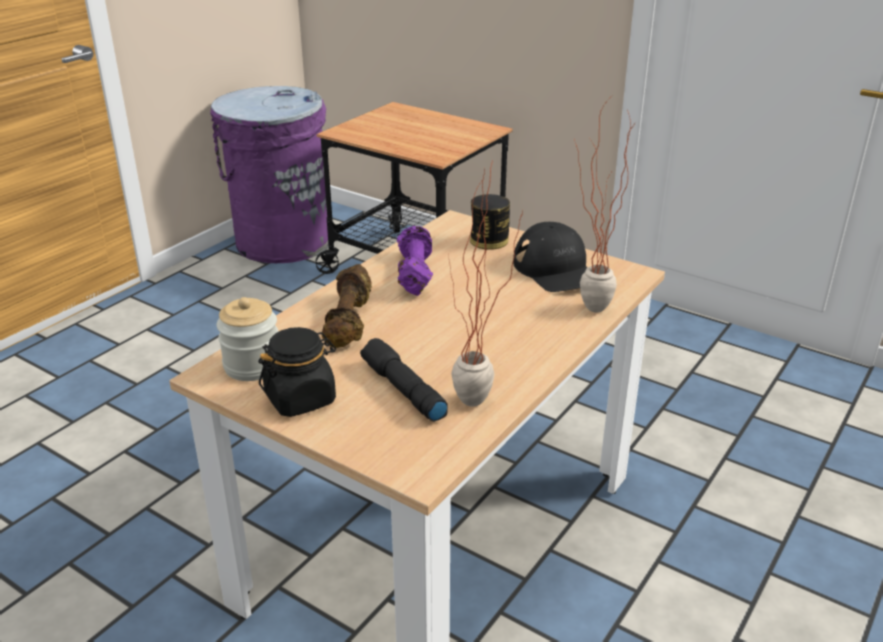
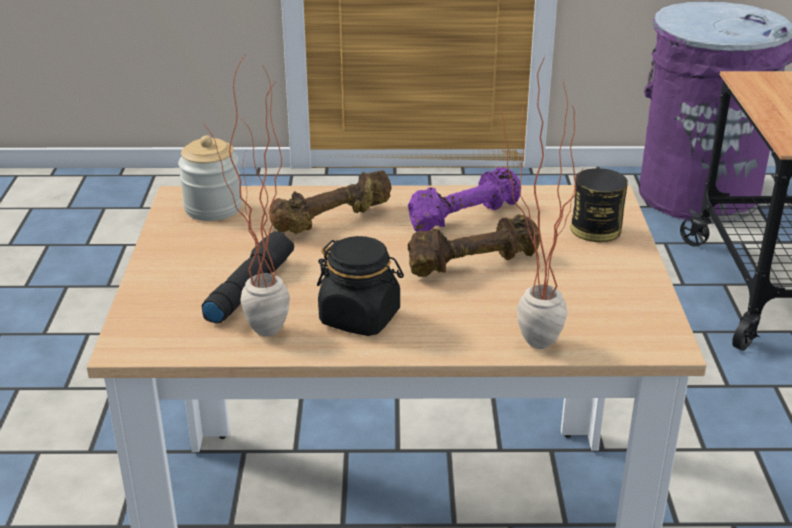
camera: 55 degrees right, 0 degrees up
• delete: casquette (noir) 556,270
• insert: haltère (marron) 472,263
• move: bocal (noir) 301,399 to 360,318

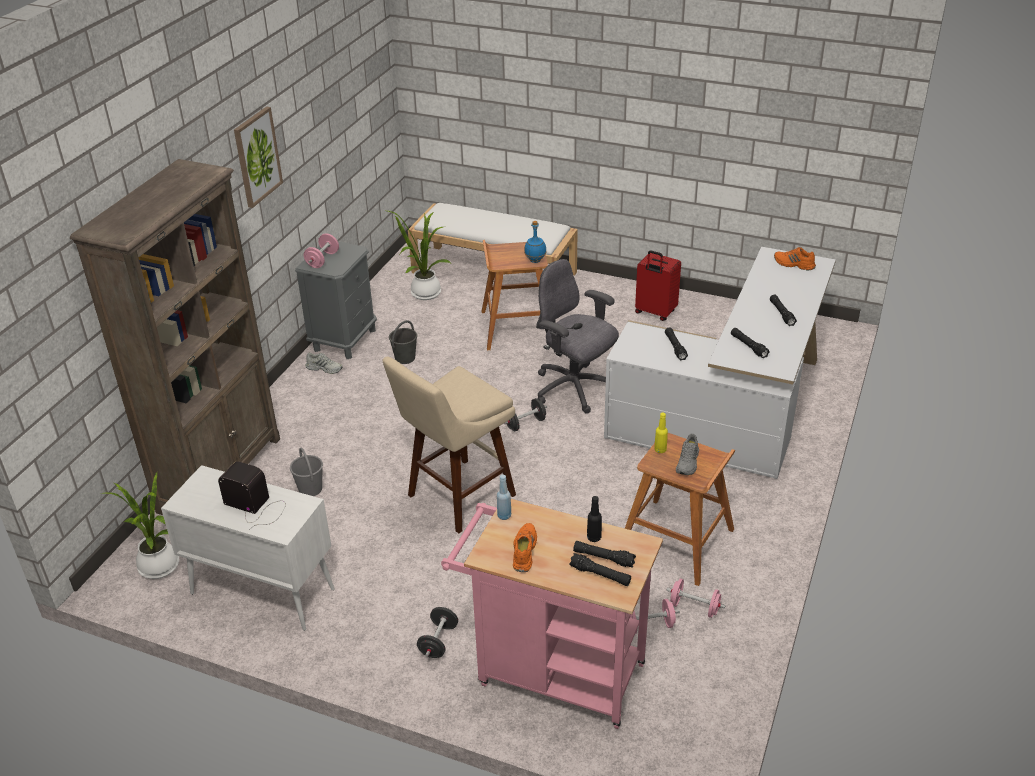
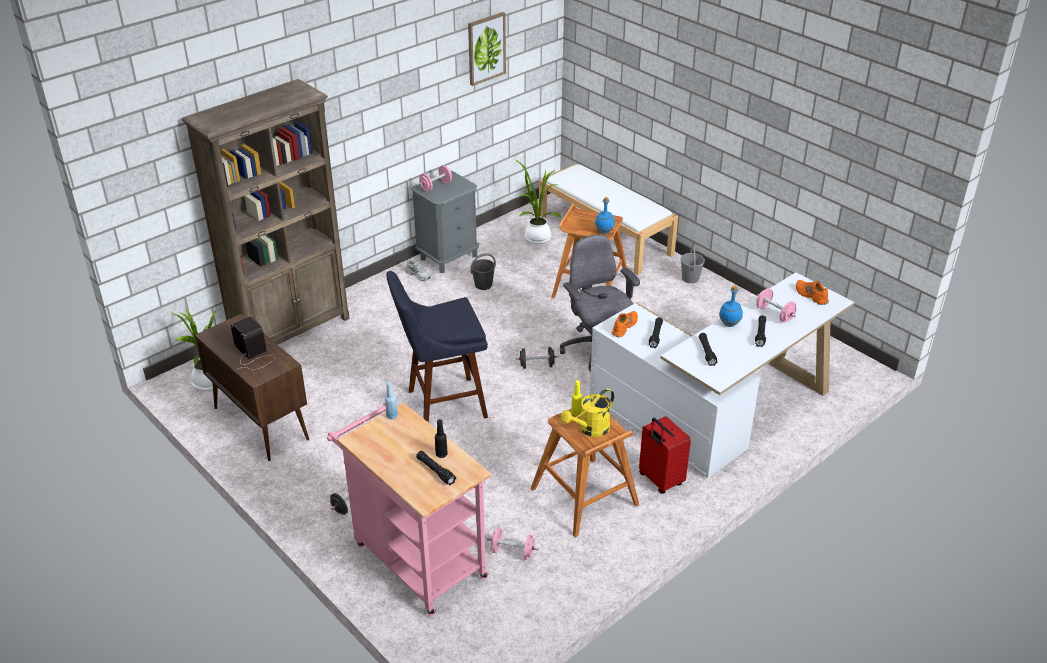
camera: 25 degrees right, 0 degrees up
• delete: lampe de poche (noir) 600,575
• insert: bouteille (bleu) 729,324
• move: tableau 257,156 to 486,48
• move: seau (gris) 310,489 to 690,278
• move: chaussure (orange) 523,551 to 624,326
• move: valise (rouge) 655,312 to 660,480
• move: haltère (rose) 694,607 to 774,314
• replace: chaussure (gris) 688,462 to arrosoir (jaune) 590,429
• recolor: meuble de rangement (blanc) 261,591 to meuble de rangement (marron) 260,423
• recolor: tabouret (beige) 456,498 to tabouret (bleu) 441,405

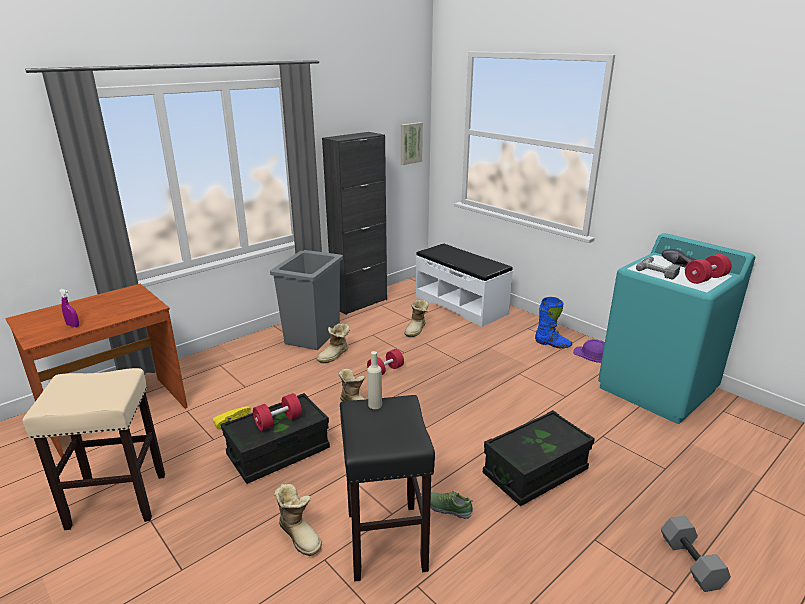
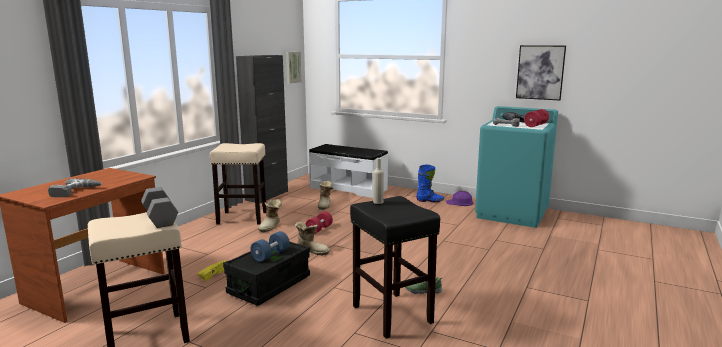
camera: 20 degrees left, 10 degrees down
• delete: botte 300,535
• delete: boîte de rangement (noir) 535,472
• insert: tableau 540,72
• move: haltère (gris) 692,563 to 161,218
• replace: vaporisateur (violet) 73,325 to perceuse 76,192
• replace: poubelle (gris) 313,335 to tabouret (beige) 243,218
• recolor: haltère (rouge) 278,421 to haltère (bleu) 270,255

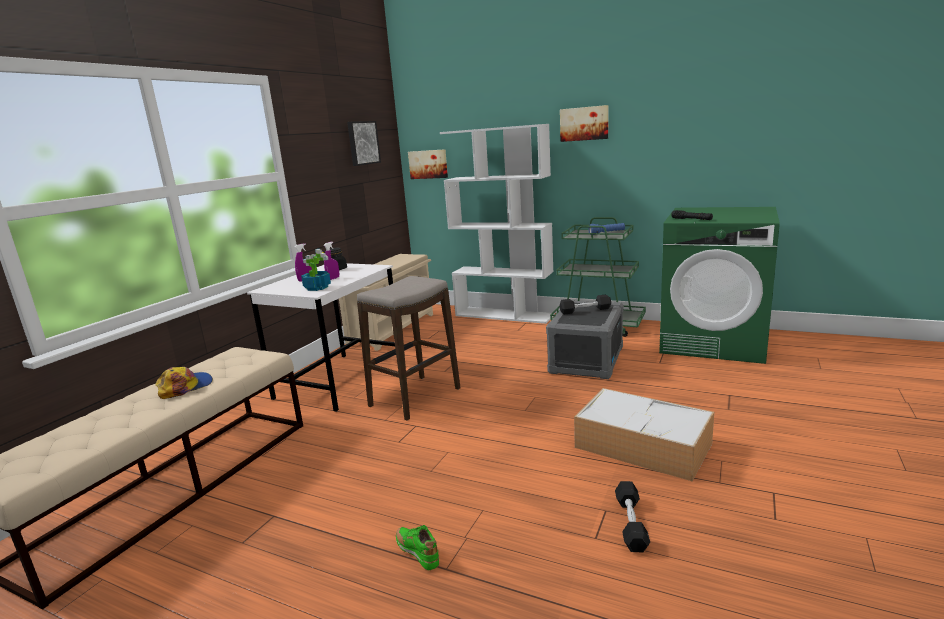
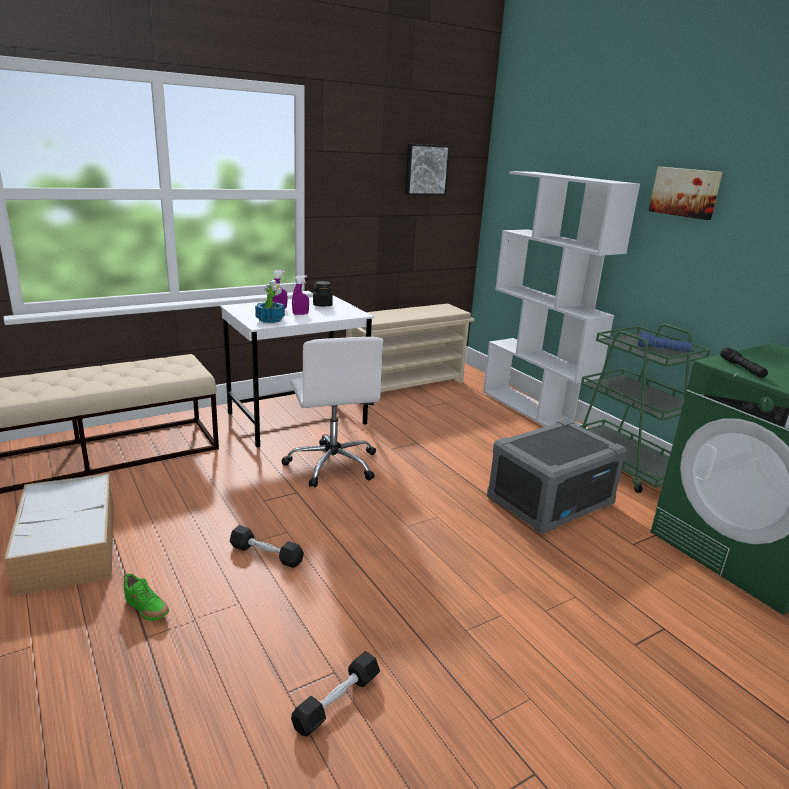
camera: 30 degrees right, 5 degrees up
• delete: casquette 185,387
• delete: tableau 428,164
• move: haltère (noir) 585,310 to 266,554
• move: boîte de rangement 644,445 to 69,546
• replace: tabouret 415,397 to chaise de bureau (blanc) 332,464
• rotate: chaussure (vert) 418,553 = 146,610 135 degrees clockwise

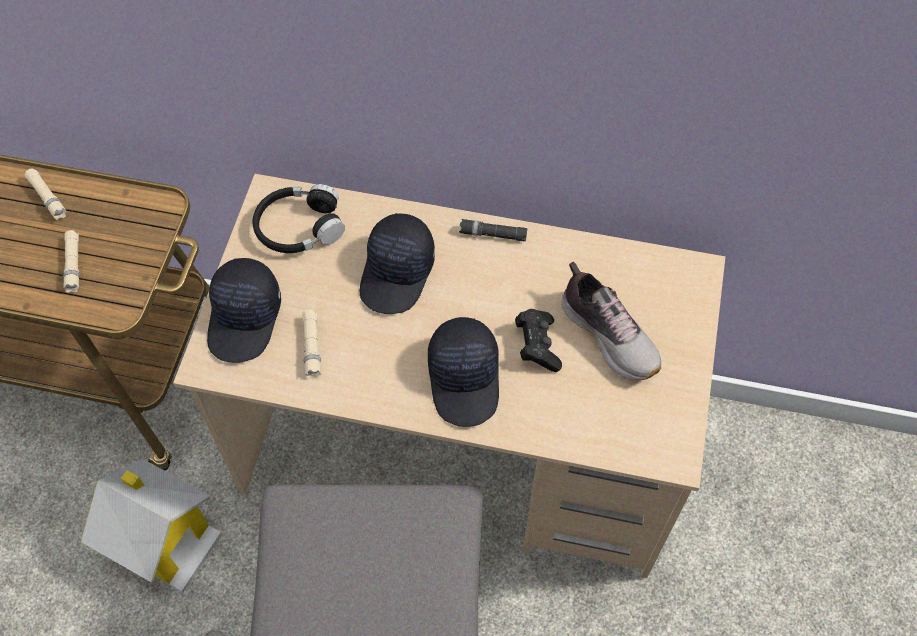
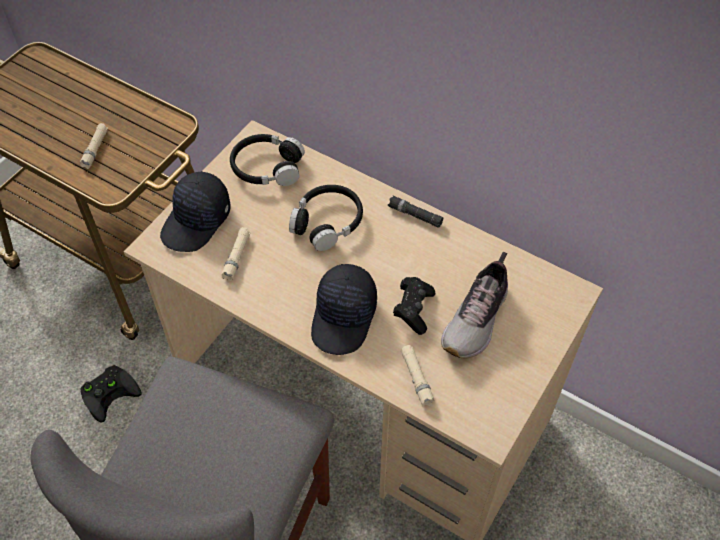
camera: 20 degrees right, 5 degrees down
• move: lampe de poche (beige) 47,197 to 416,378
• replace: maison miniature 165,540 to manette (noir) 110,392
• replace: casquette (noir) 398,273 to casque audio (noir) 327,222
• rotate: chaussure 609,334 = 477,319 45 degrees clockwise

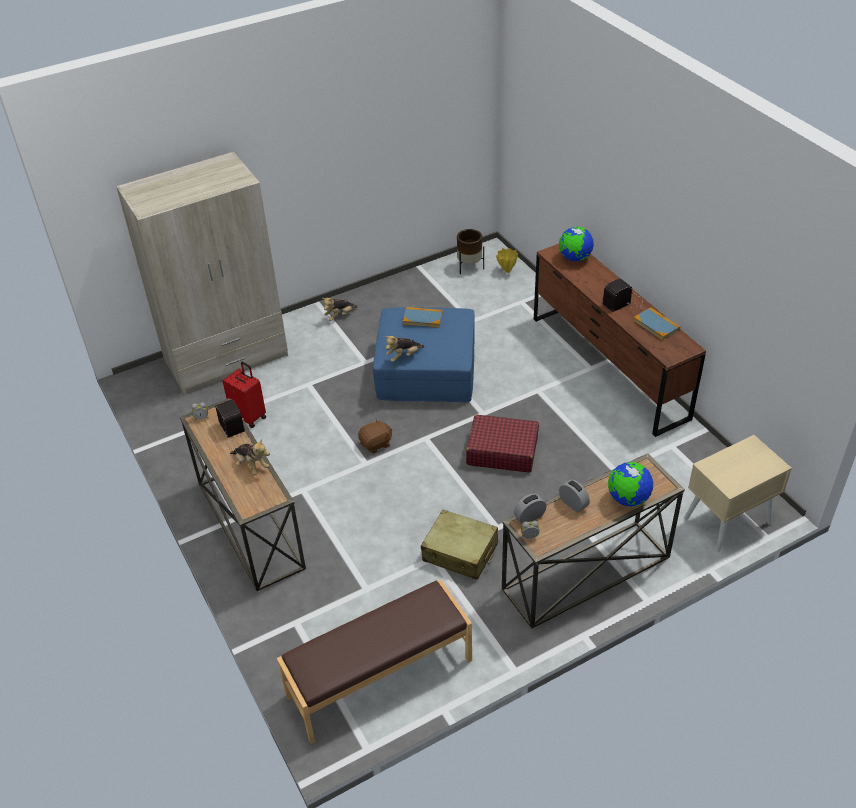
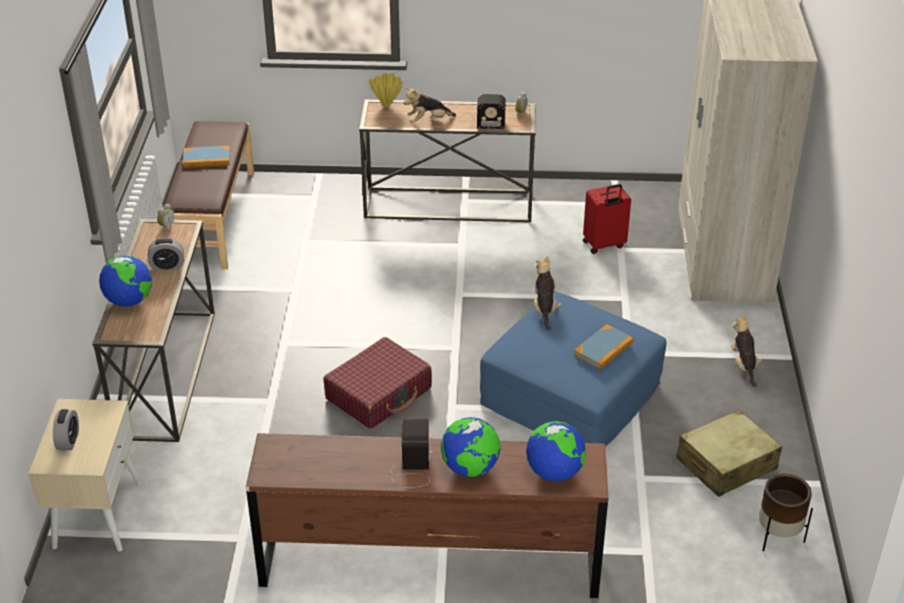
camera: 120 degrees right, 5 degrees down
• delete: peluche (marron) 376,444
• insert: globe 470,468
• move: valise (beige) 460,552 to 726,464
• move: vase (jaune) 507,271 to 387,105
• move: réveil 529,517 to 68,441
• move: livre 656,325 to 207,159

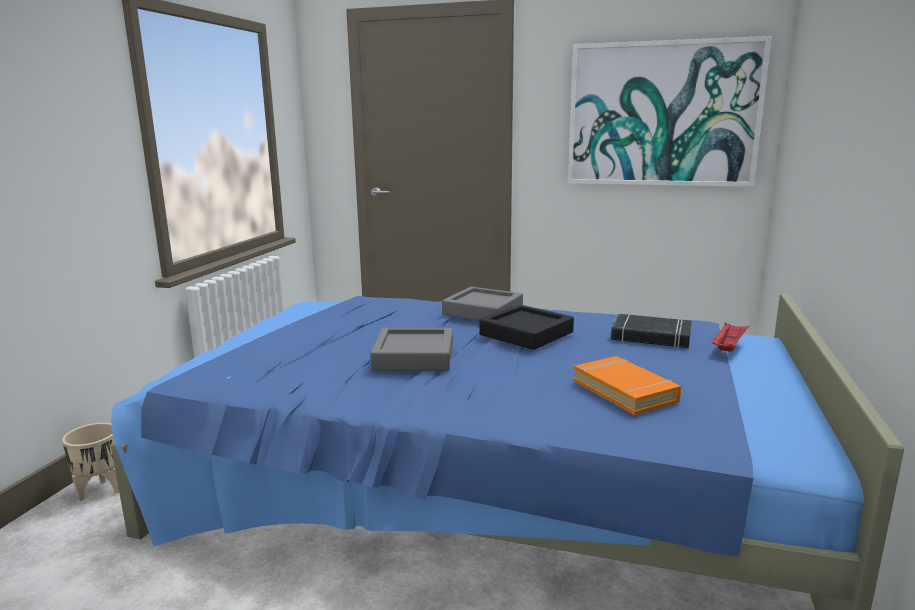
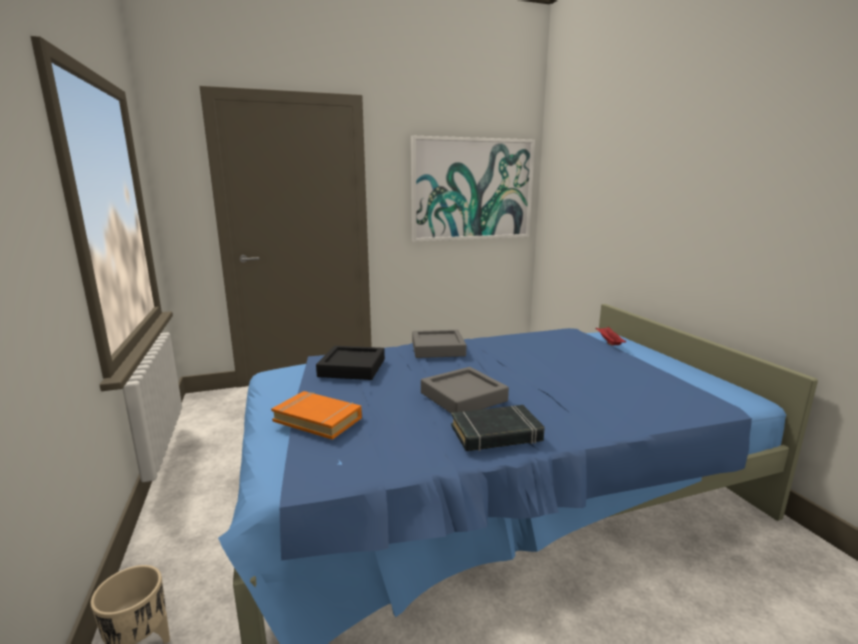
camera: 35 degrees left, 0 degrees up
• move: plateau (noir) 526,333 to 352,368
• move: livre (orange) 625,391 to 318,419
• move: livre (noir) 650,337 to 496,434

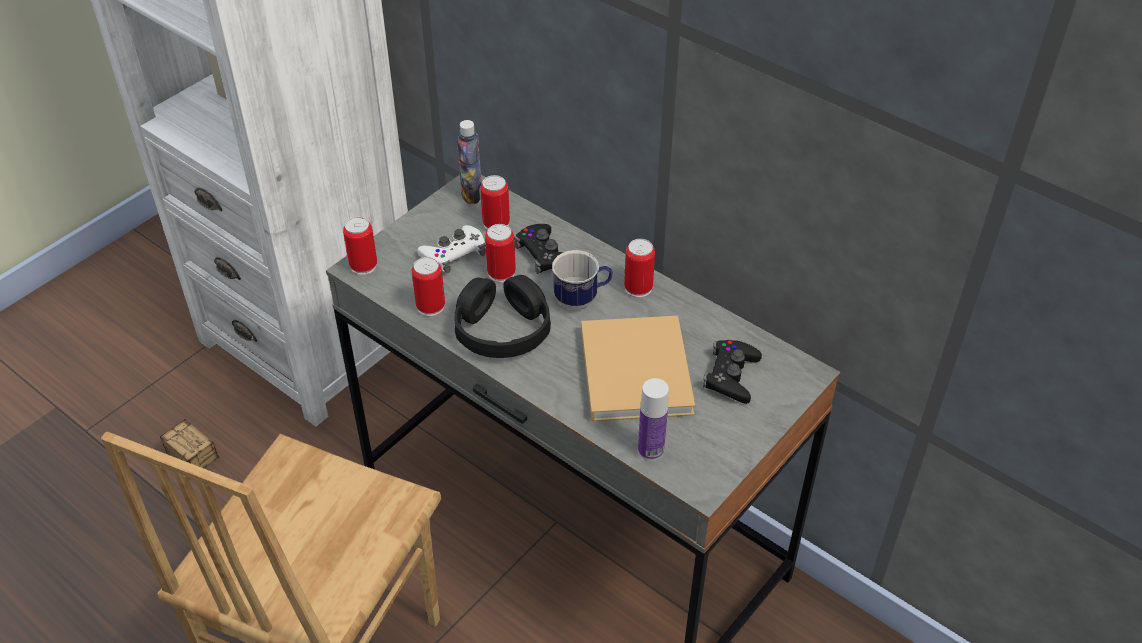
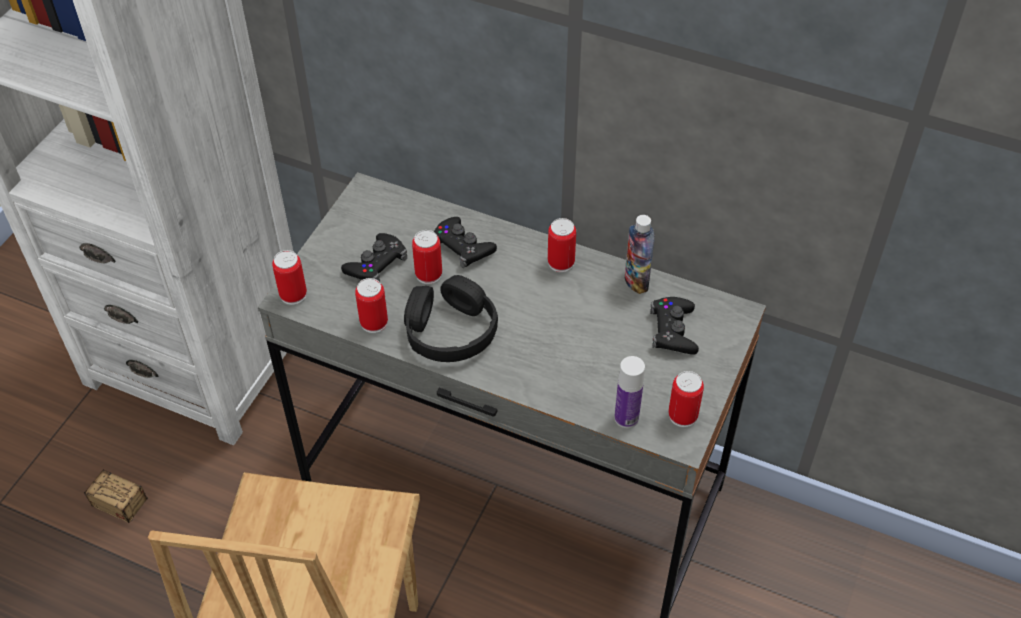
camera: 15 degrees left, 5 degrees up
• delete: mug 582,299
• delete: livre (beige) 635,368
• move: bouteille 471,194 to 636,281
• move: boîte métallique 496,223 to 682,415
• recolor: manette (blanc) 454,254 to manette (noir) 376,264

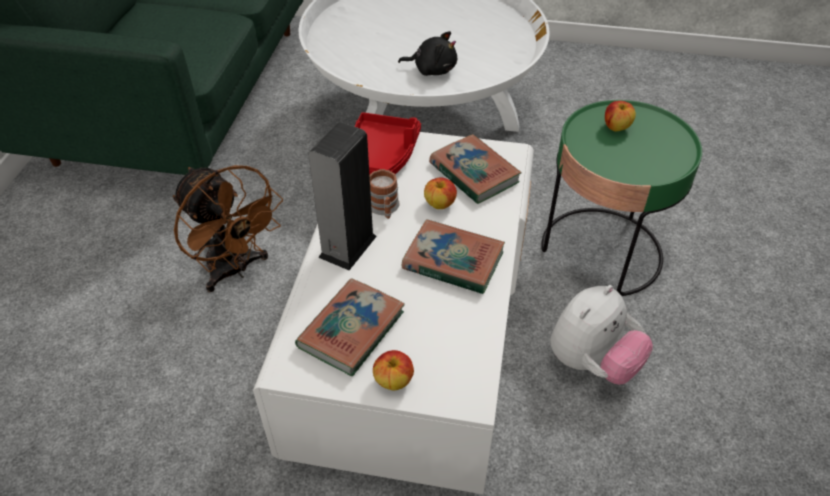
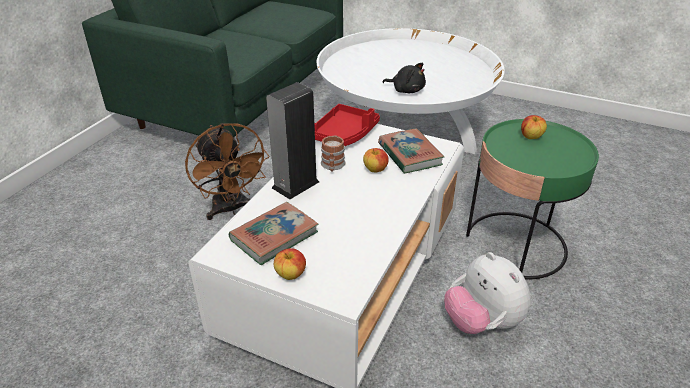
camera: 15 degrees right, 10 degrees down
• delete: livre 453,261
• rotate: peluche 592,362 = 481,322 90 degrees clockwise

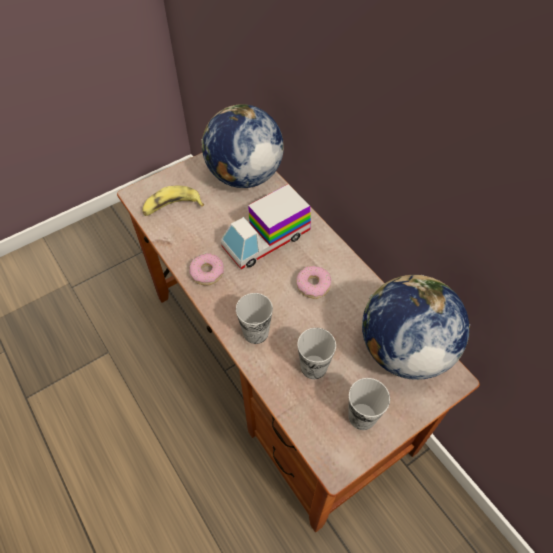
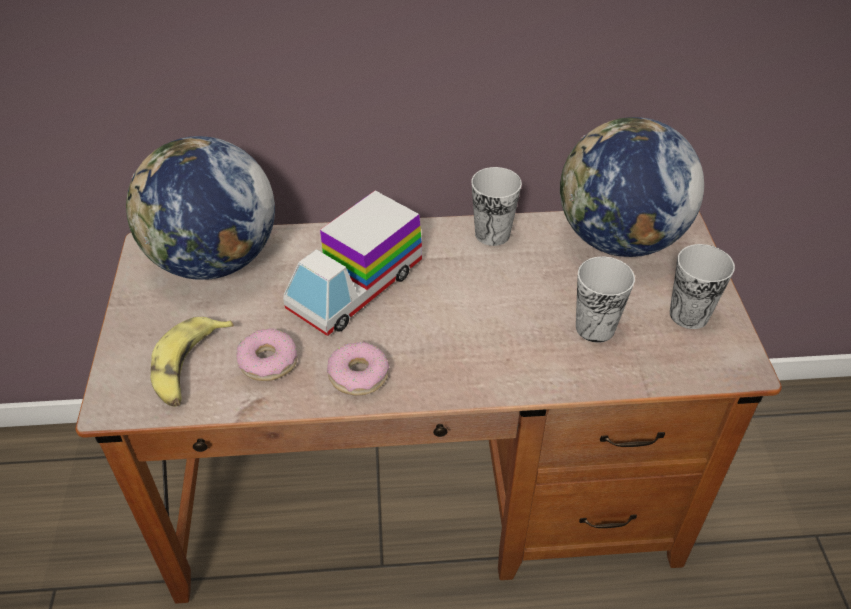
camera: 60 degrees left, 10 degrees down
• move: tasse 256,332 to 492,234
• move: beignet 313,285 to 268,361
• rotate: camion jouet 266,240 = 355,287 45 degrees clockwise

